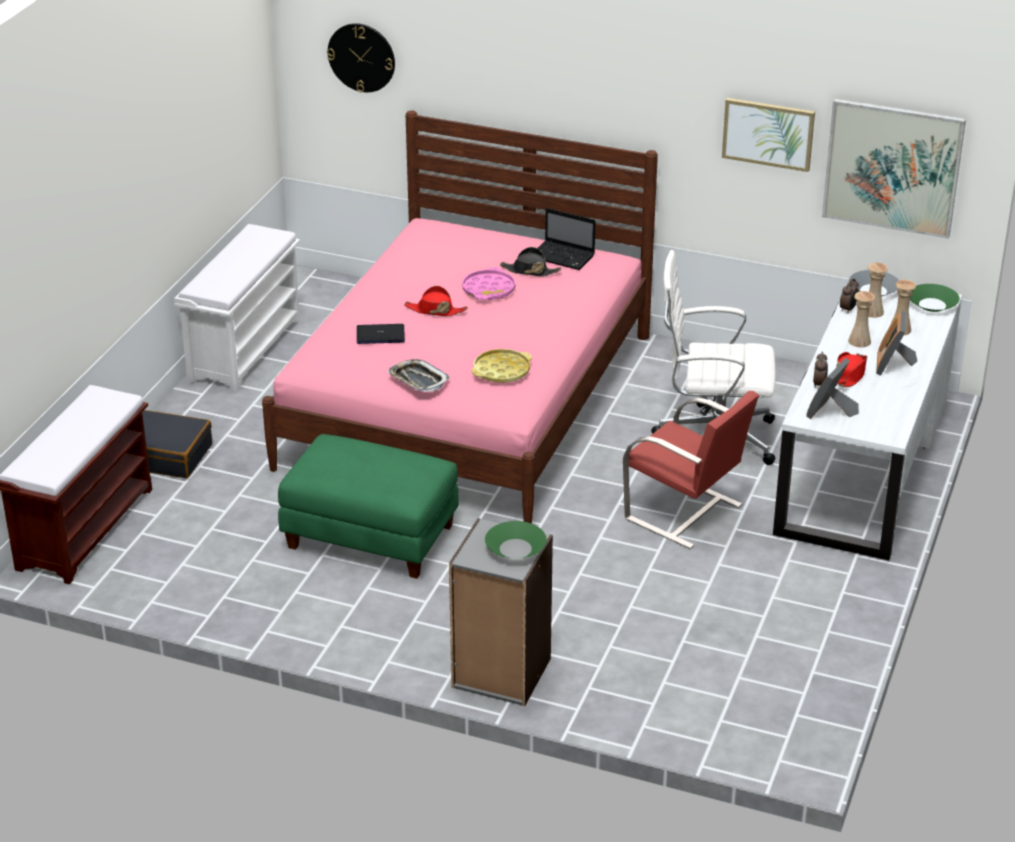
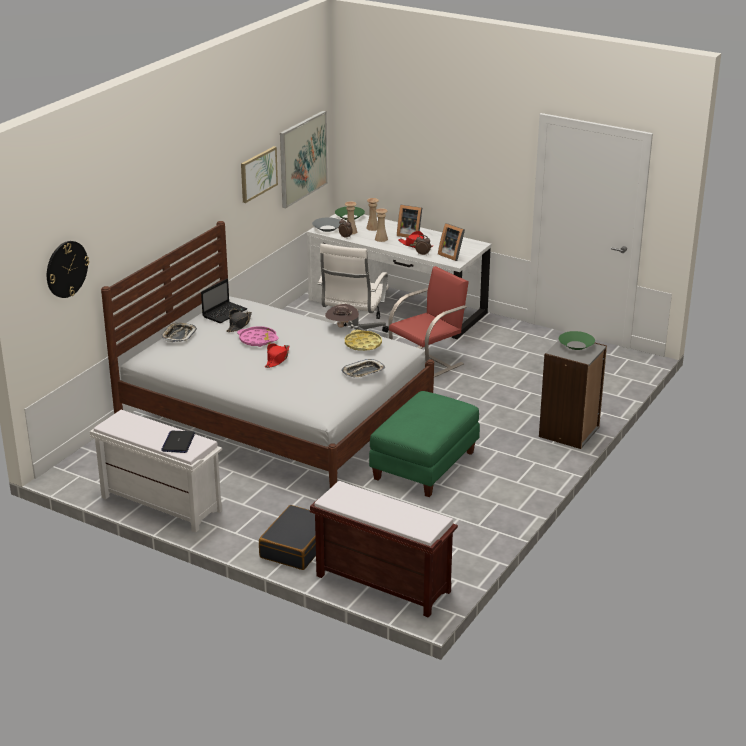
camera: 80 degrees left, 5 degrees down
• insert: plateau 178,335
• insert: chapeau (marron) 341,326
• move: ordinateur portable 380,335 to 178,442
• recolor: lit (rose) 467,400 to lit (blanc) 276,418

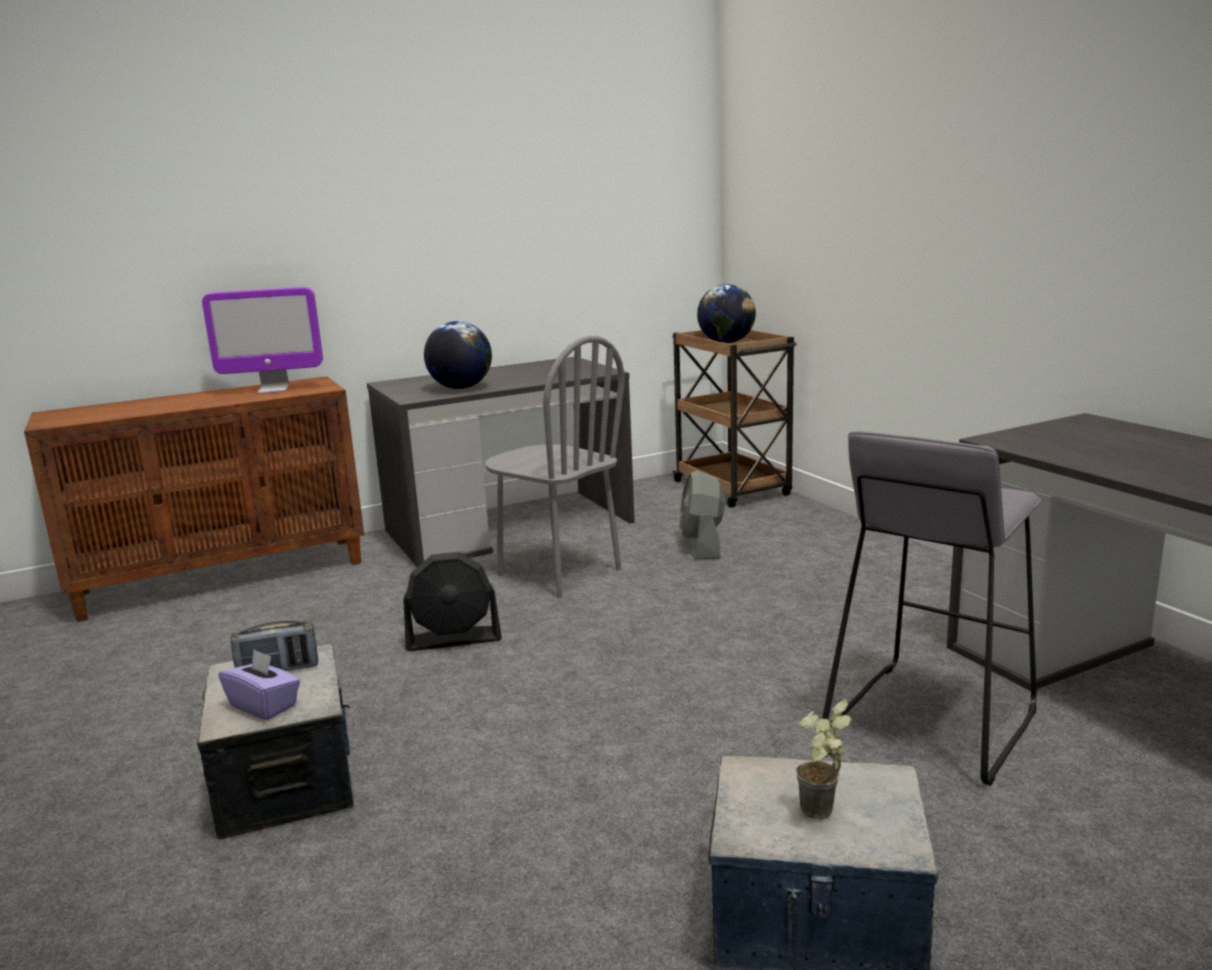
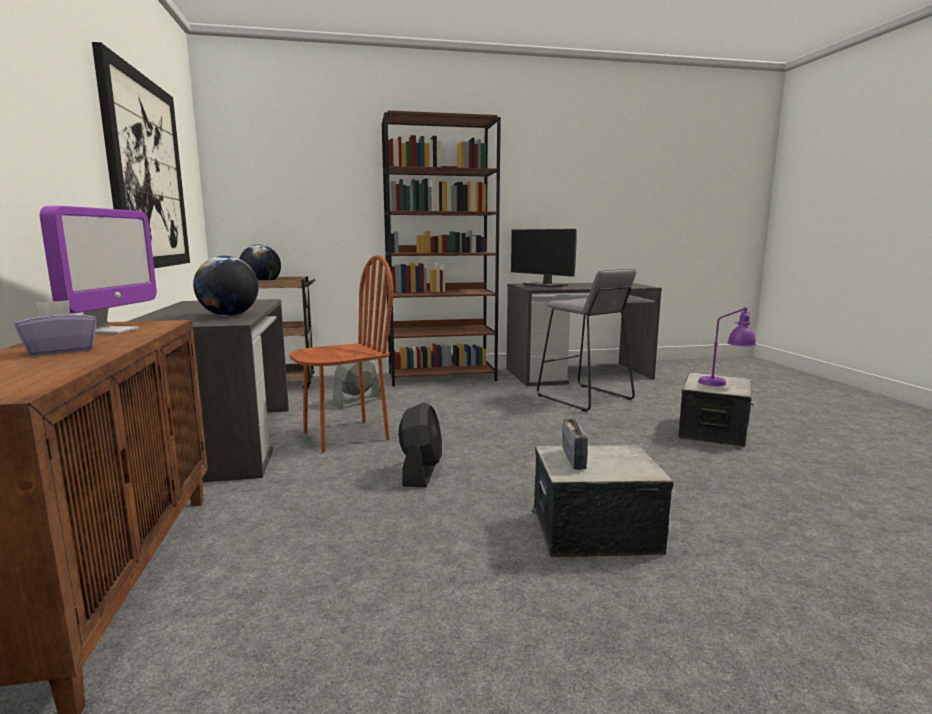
camera: 75 degrees left, 5 degrees down
• insert: tableau 146,173
• insert: bibliothèque (marron) 442,376
• insert: écran d'ordinateur 546,285
• move: boîte à mouchoirs (violet) 264,705 to 60,351
• replace: plante en pot 822,817 to lampe de table (violet) 724,383
• recolor: chaise (gris) 558,573 to chaise (marron) 345,436
• rotate: ventilateur (gris) 702,546 = 357,402 120 degrees clockwise

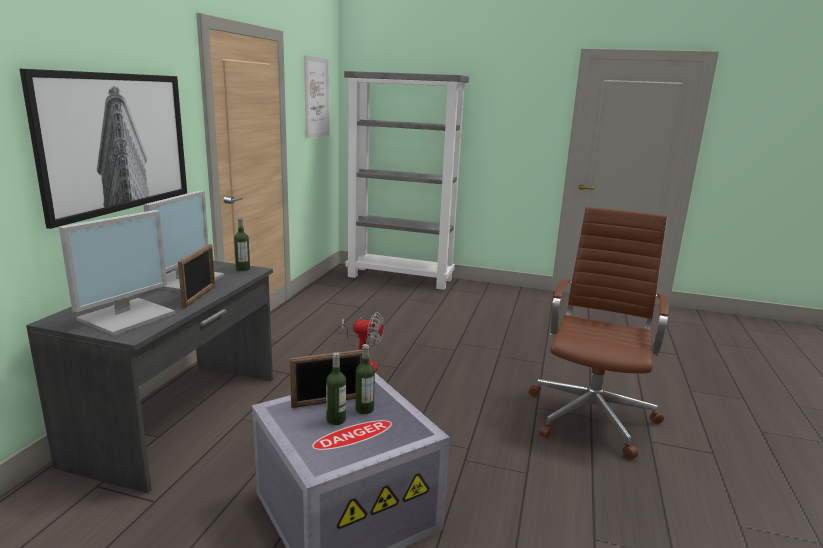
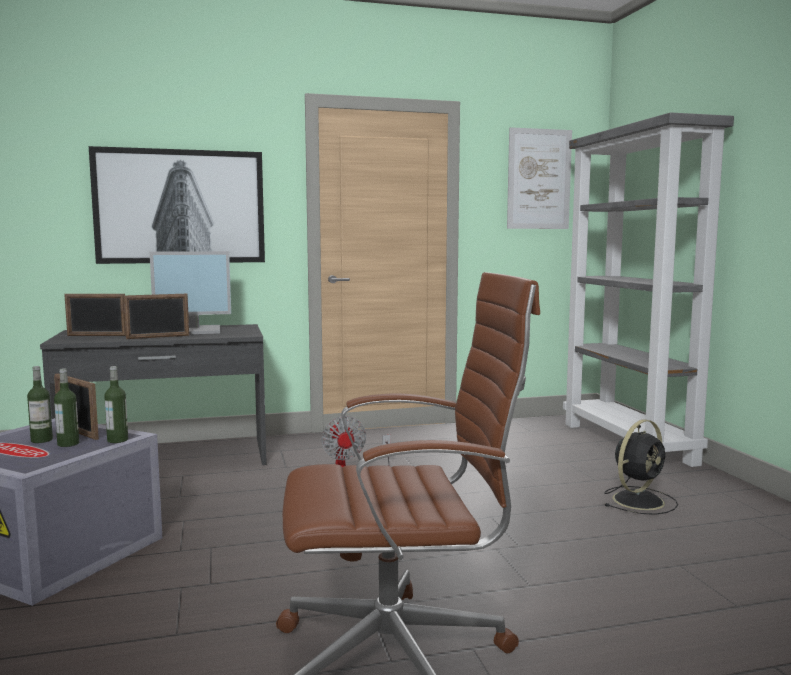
camera: 60 degrees right, 10 degrees down
• insert: ventilateur (noir) 639,500
• move: bouteille 243,269 to 117,440
• replace: écran d'ordinateur 127,316 to cadre photo 97,335

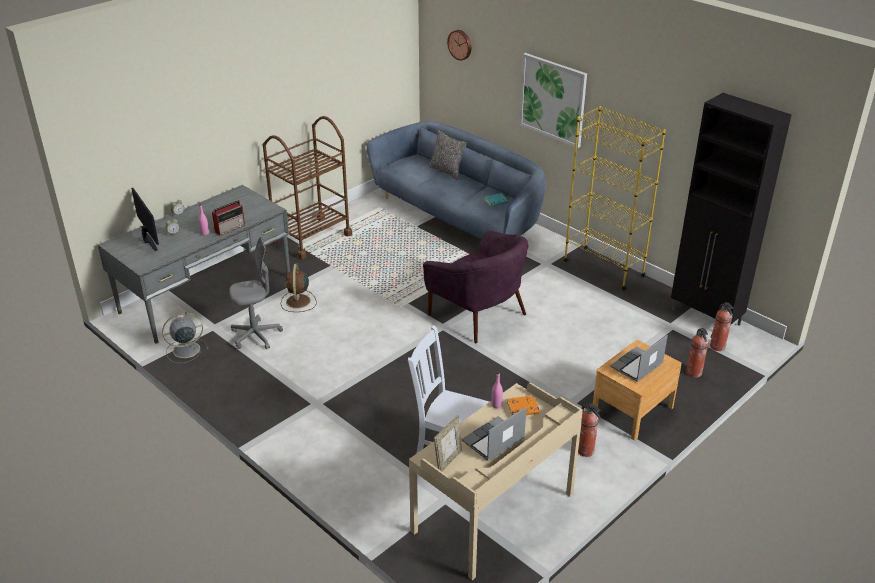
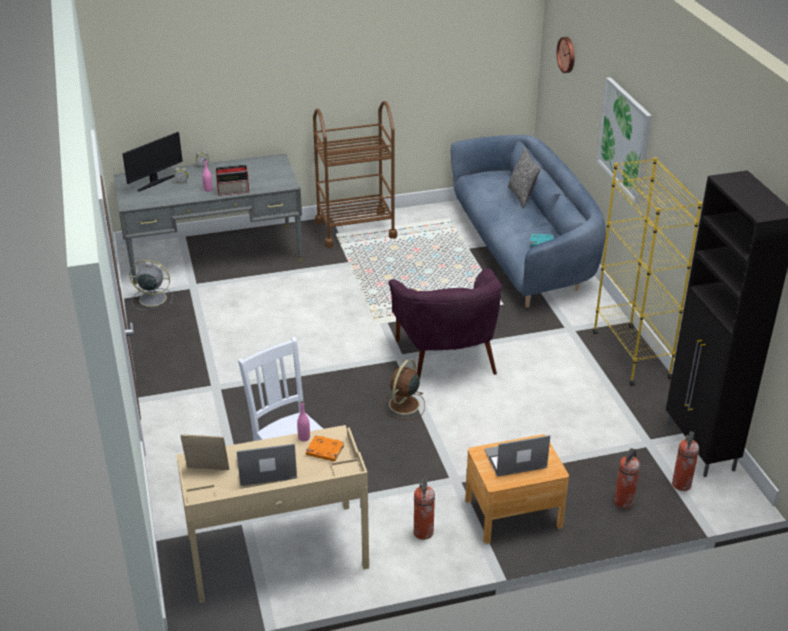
camera: 30 degrees right, 0 degrees up
• delete: chaise de bureau (gris) 256,335
• move: ventilateur (marron) 298,302 to 403,405
• rotate: écran d'ordinateur 148,240 = 155,182 45 degrees clockwise
• rotate: cadre photo 448,460 = 207,470 150 degrees counterclockwise

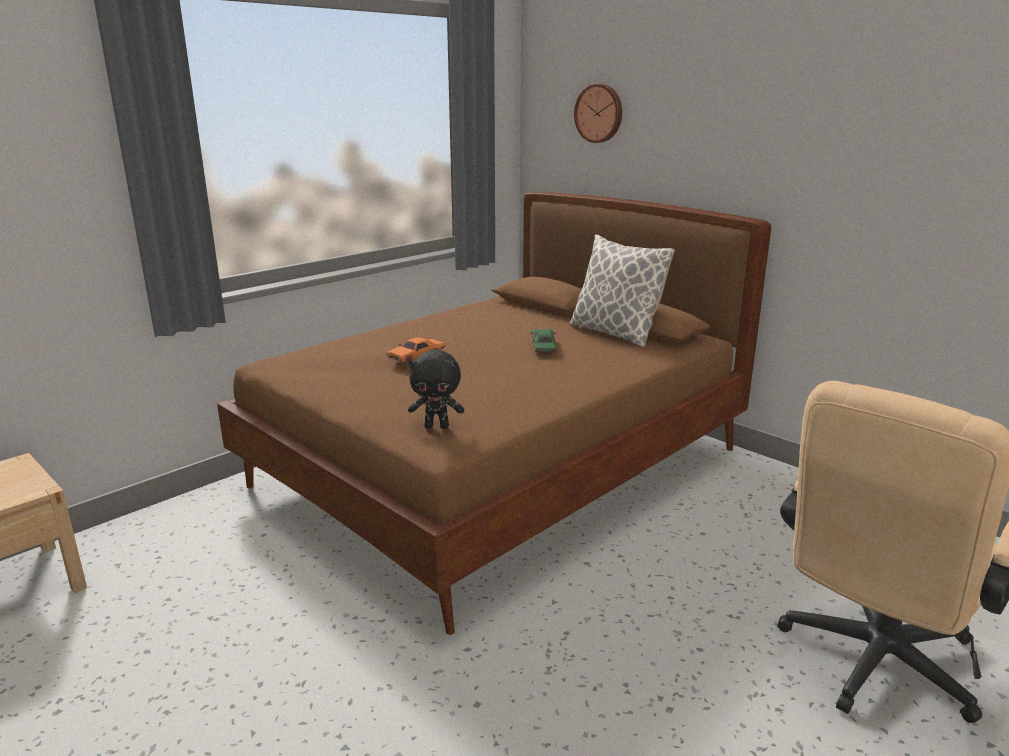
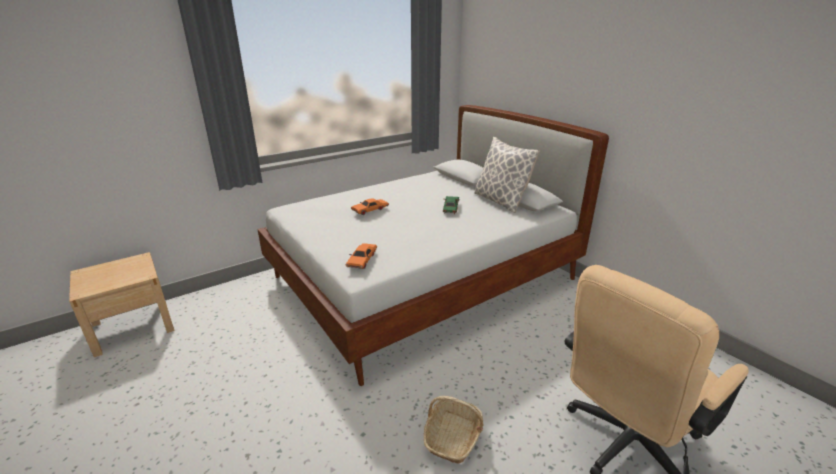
camera: 10 degrees right, 5 degrees up
• delete: horloge murale 599,113
• insert: panier 452,437
• replace: peluche (noir) 437,426 to petite voiture (orange) 362,260
• recolor: lit (marron) 501,470 to lit (blanc) 423,279

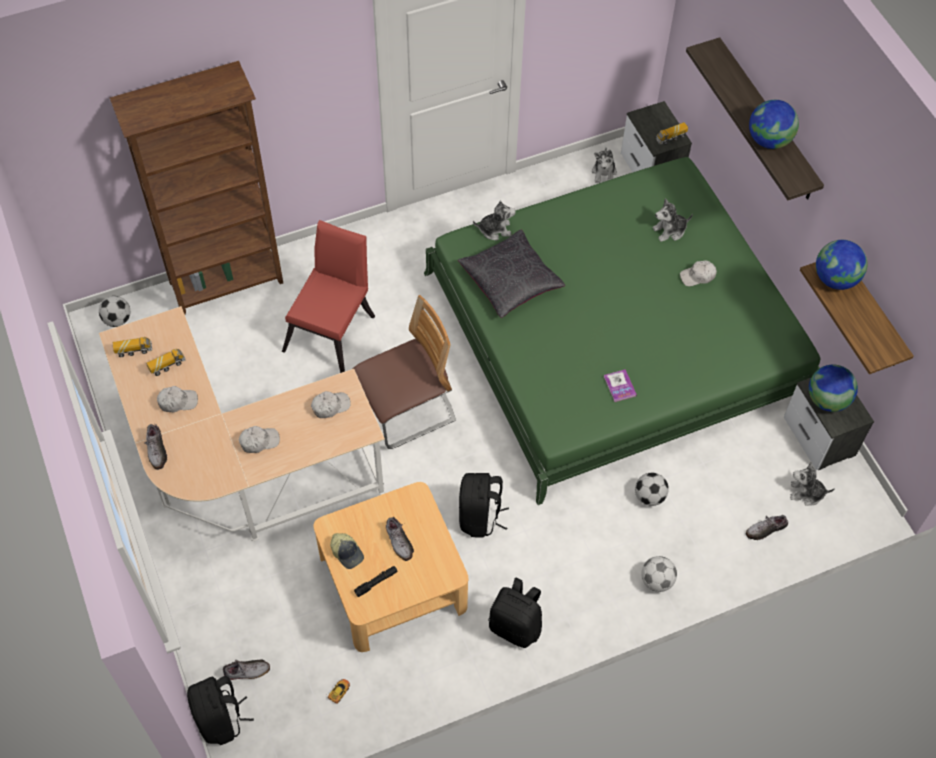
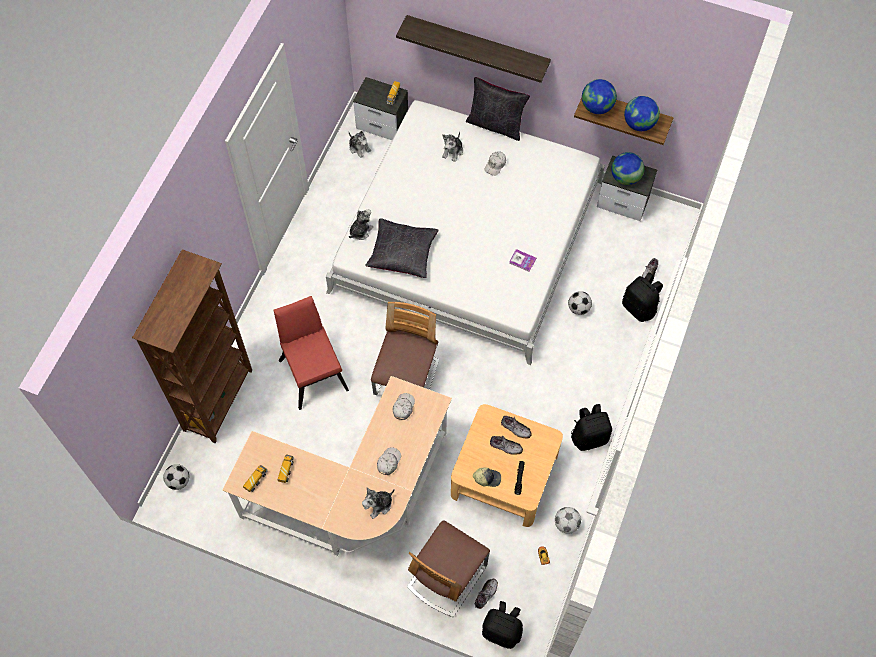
camera: 45 degrees left, 5 degrees up
• delete: casquette (blanc) 177,401
• insert: chaise 447,576
• insert: coussin (noir) 495,124
• move: chaussure 156,450 to 516,429
• move: sac à dos (noir) 480,517 to 640,308
• move: ballon de foot 657,581 to 566,524
• move: globe 769,140 to 639,124
• move: peluche 806,493 to 378,505
• recolor: lit (vert) 615,334 to lit (blanc) 467,236

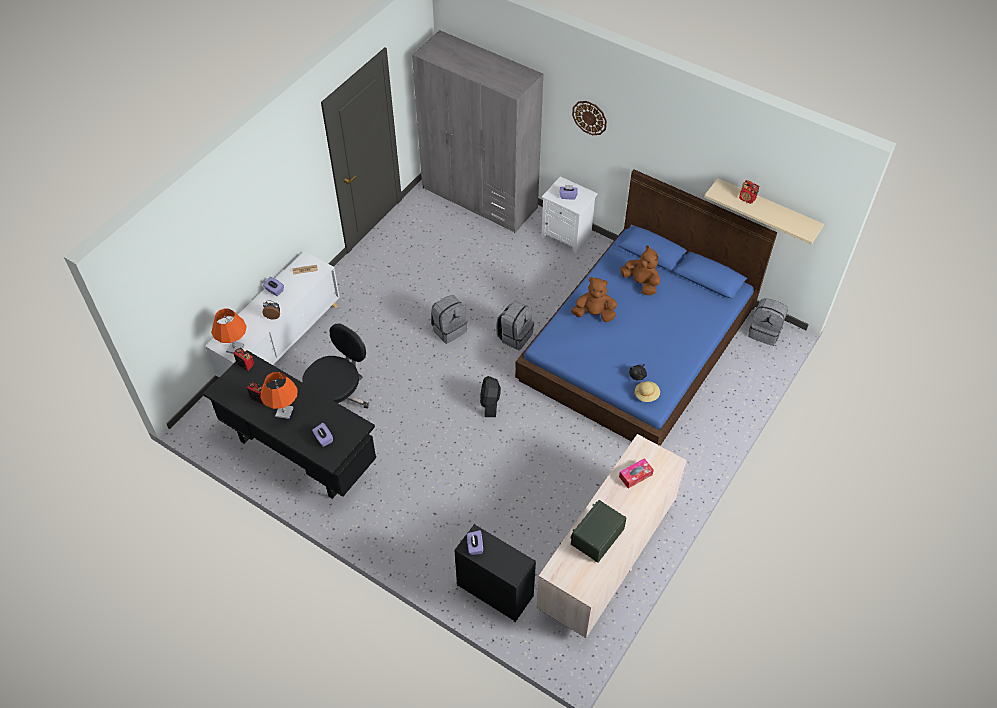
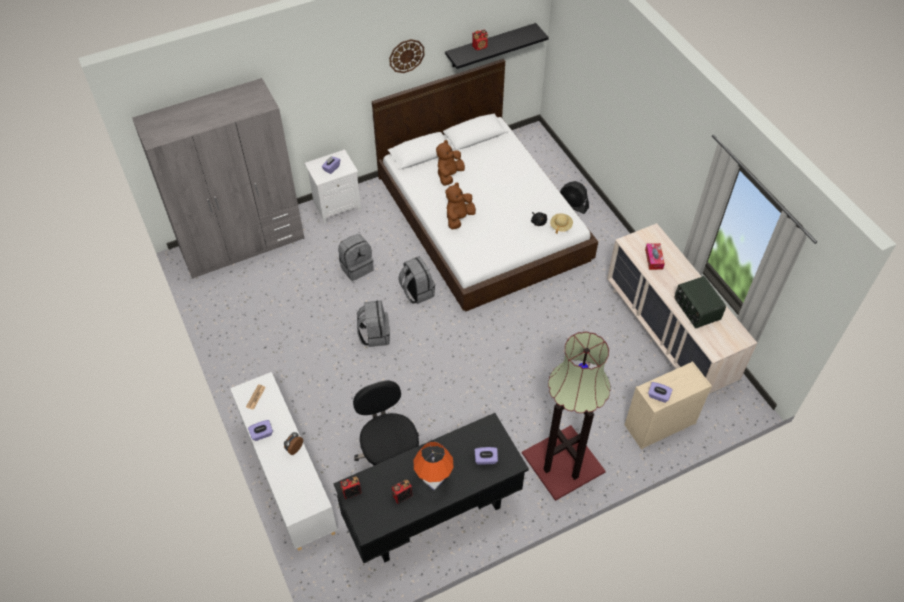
camera: 60 degrees left, 0 degrees up
• delete: lampe de table (orange) 235,348
• insert: lampadaire 562,464
• move: ventilateur (noir) 490,403 to 573,205
• move: horloge murale 589,117 to 406,55
• move: sac à dos (gris) 765,332 to 356,267
• recolor: commode (noir) 494,590 to commode (beige) 659,425
• recolor: lit (bleu) 638,342 to lit (blanc) 482,217
• recolor: étagère (beige) 767,209 to étagère (noir) 490,45
• rotate: peluche (marron) 641,283 = 449,175 45 degrees counterclockwise

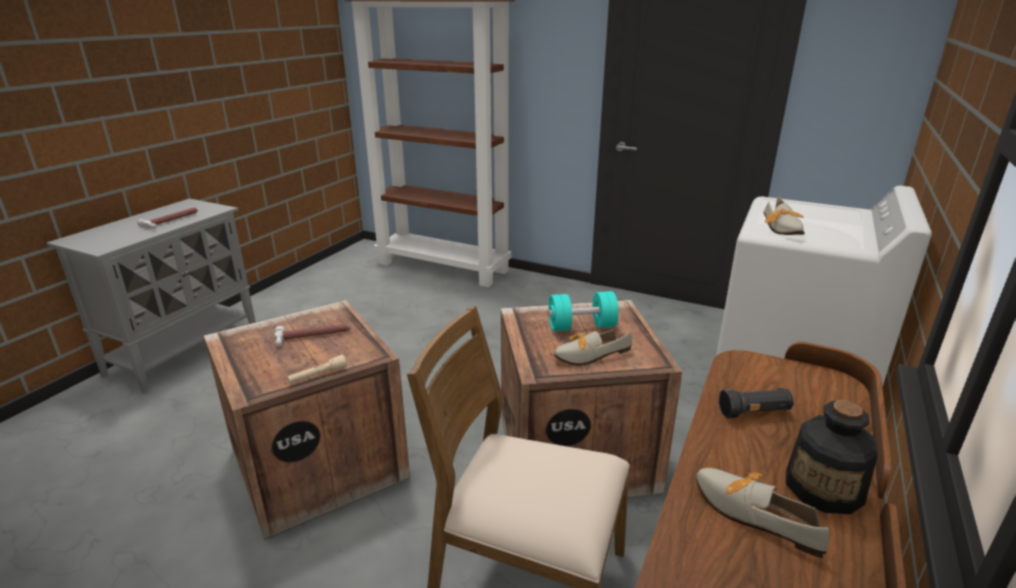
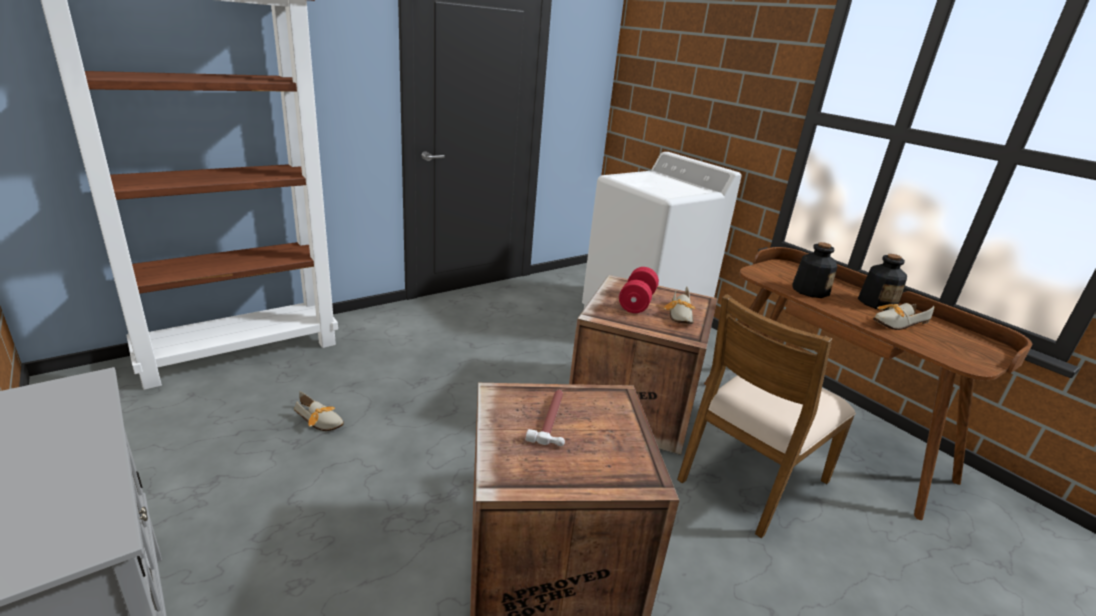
camera: 65 degrees left, 0 degrees up
• delete: marteau 173,220
• delete: lampe de poche (beige) 317,375
• move: chaussure 782,229 to 321,421
• replace: lampe de poche (noir) 754,413 to bouteille 809,290
• recolor: haltère (turquoise) 581,326 to haltère (rouge) 637,302

